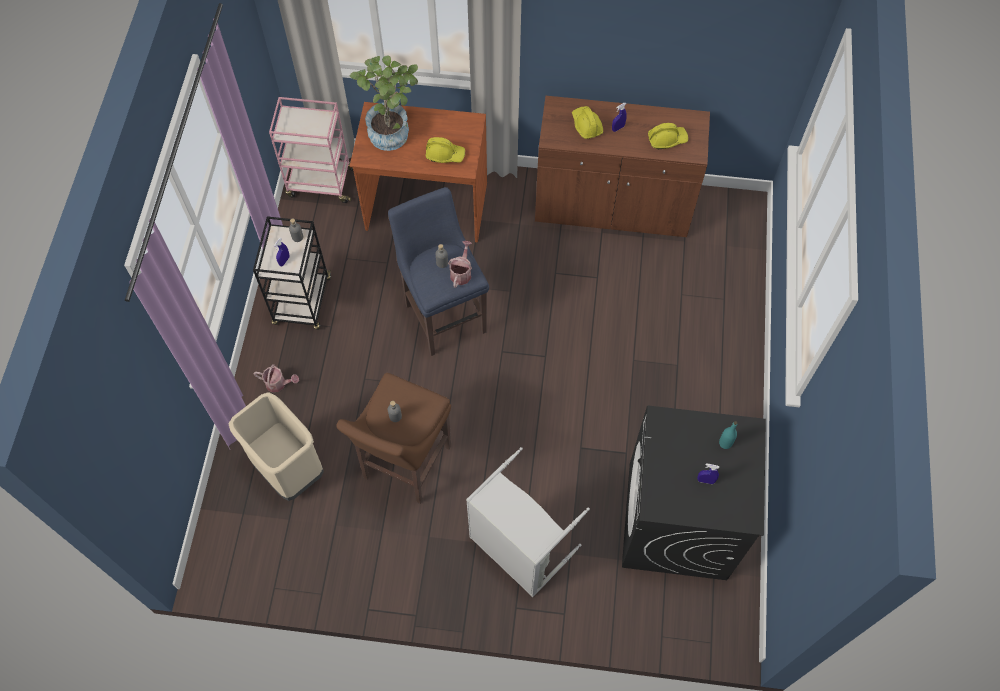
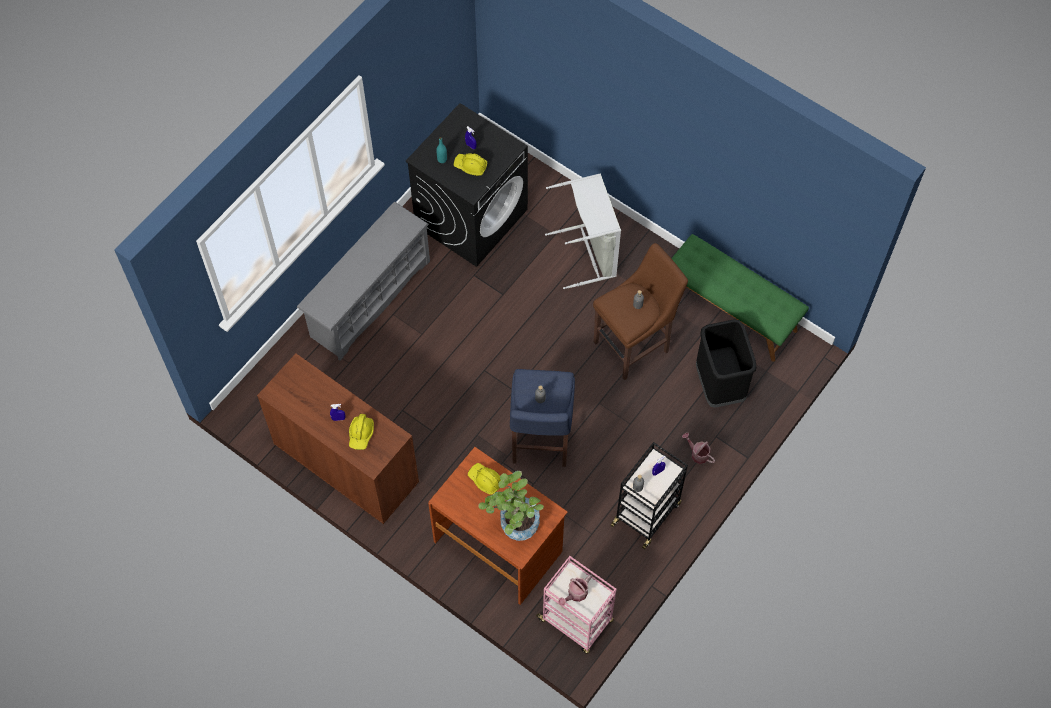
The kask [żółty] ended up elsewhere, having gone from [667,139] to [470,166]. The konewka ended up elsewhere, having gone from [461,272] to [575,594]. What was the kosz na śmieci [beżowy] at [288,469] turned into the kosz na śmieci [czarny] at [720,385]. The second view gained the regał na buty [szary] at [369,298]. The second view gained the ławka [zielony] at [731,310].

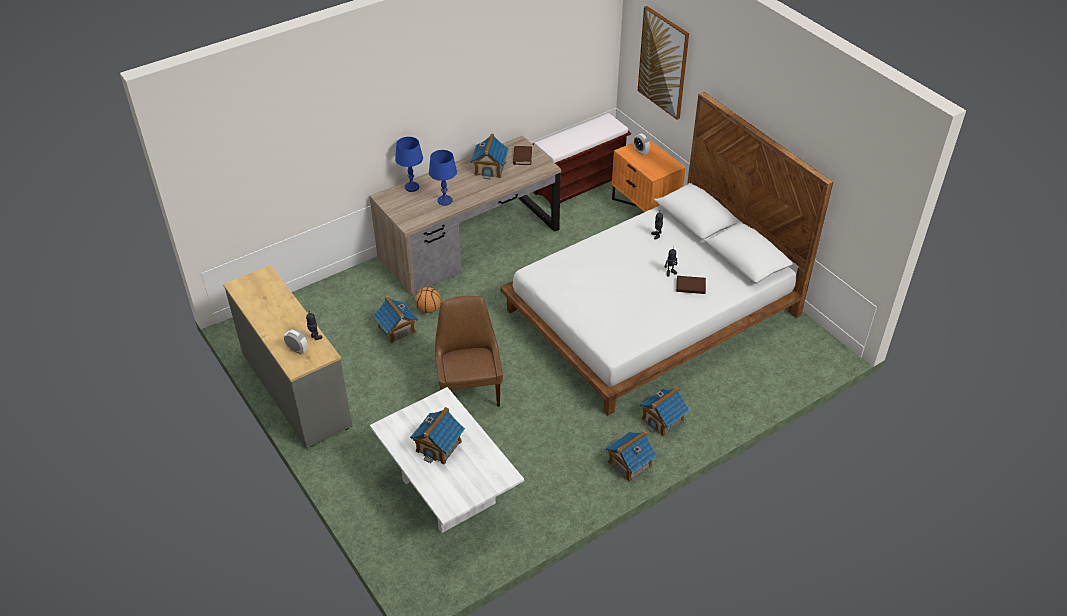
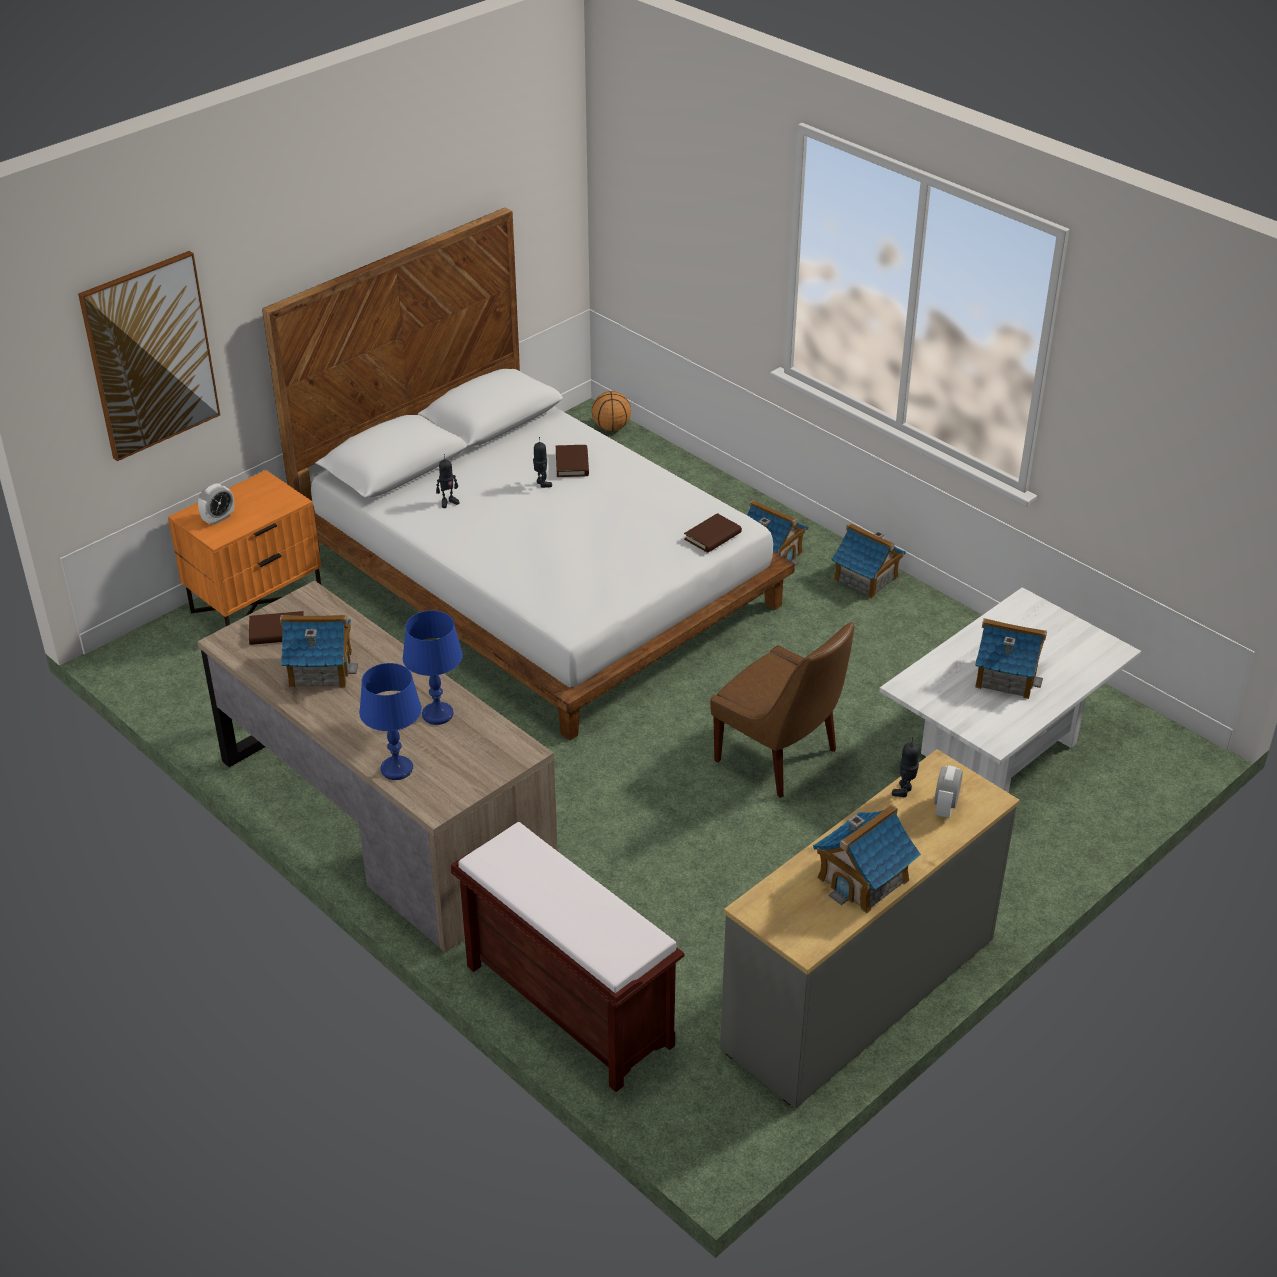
The ławka [brązowy] ended up elsewhere, having gone from [579,185] to [566,1004]. The piłka do koszykówki ended up elsewhere, having gone from [428,309] to [612,427]. The domek ended up elsewhere, having gone from [396,330] to [863,879]. The krzesło [brązowy] at [470,390] ended up facing another way, 120 degrees counterclockwise from before. The second view gained the książka [brązowy] at [712,536].

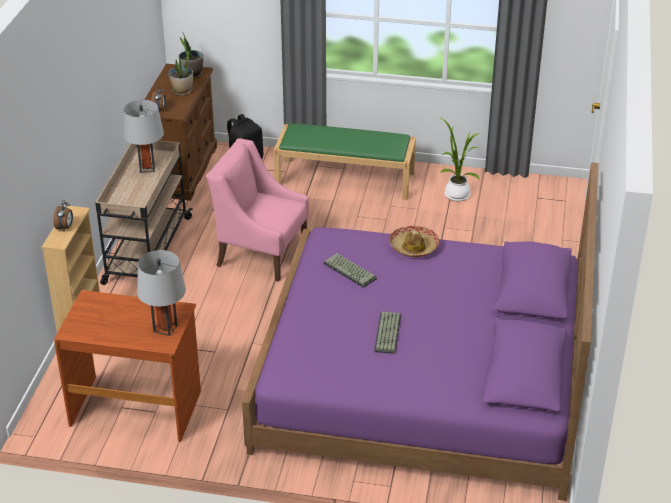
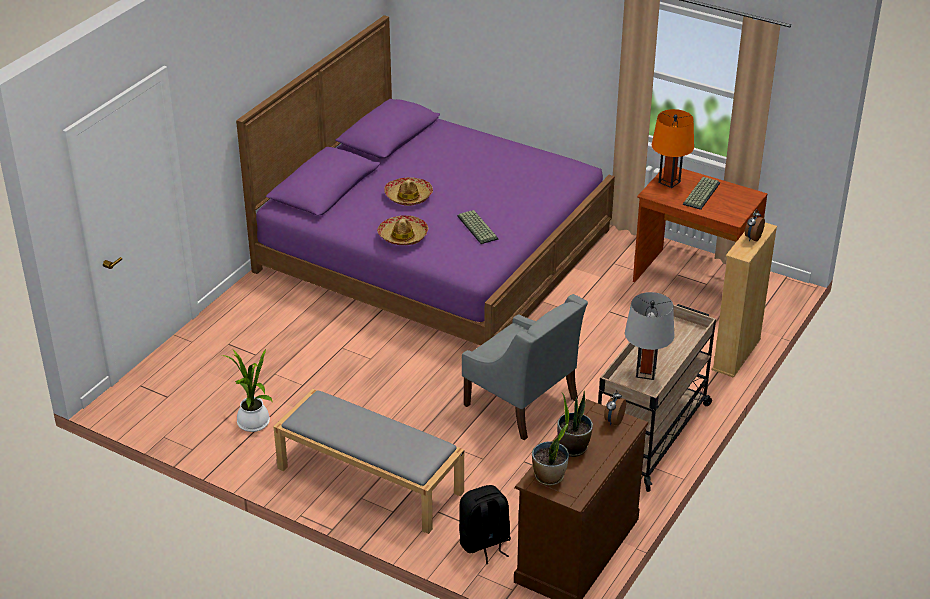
What was the ławka [zielony] at [346,179] turned into the ławka [szary] at [368,480]. What was the fotel [różowy] at [261,252] turned into the fotel [szary] at [521,402]. What was the lampa stołowa [szary] at [165,328] turned into the lampa stołowa [pomarańczowy] at [669,182]. The klawiatura ended up elsewhere, having gone from [388,334] to [700,193]. The second view gained the kapelusz at [408,196].

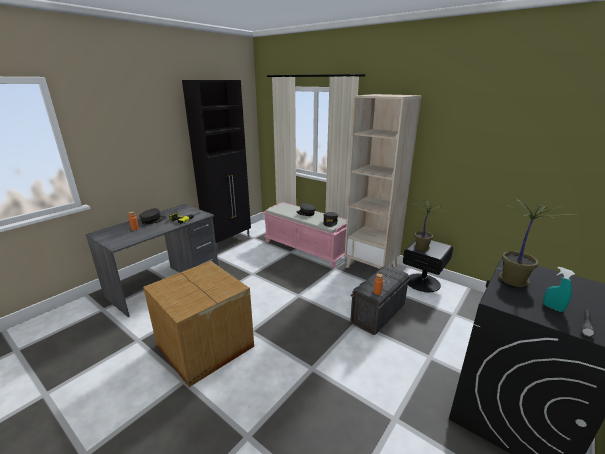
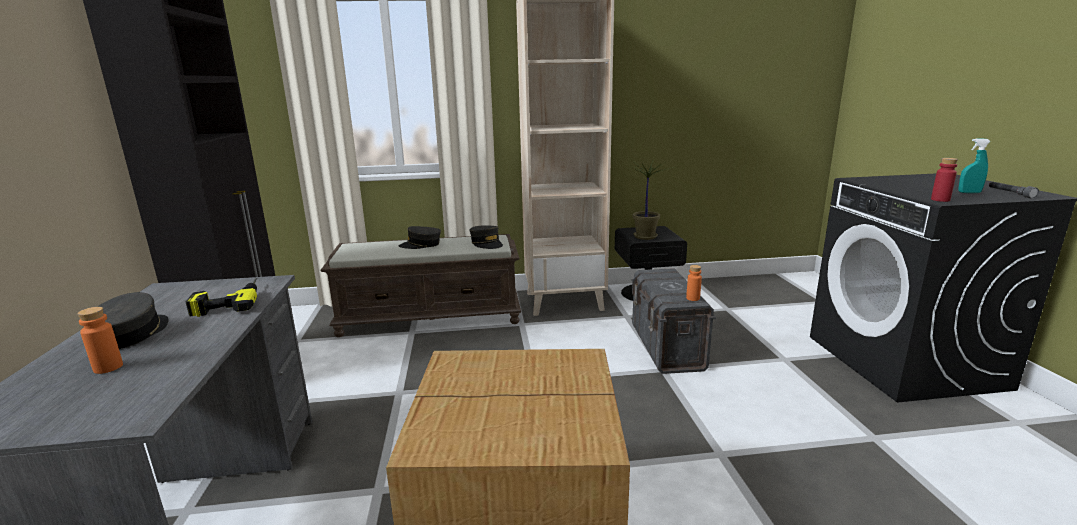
The second view lost the roślina doniczkowa at [513,280]. What was the ławka [różowy] at [306,248] turned into the ławka [brązowy] at [431,317]. The second view gained the butelka [czerwony] at [940,200].

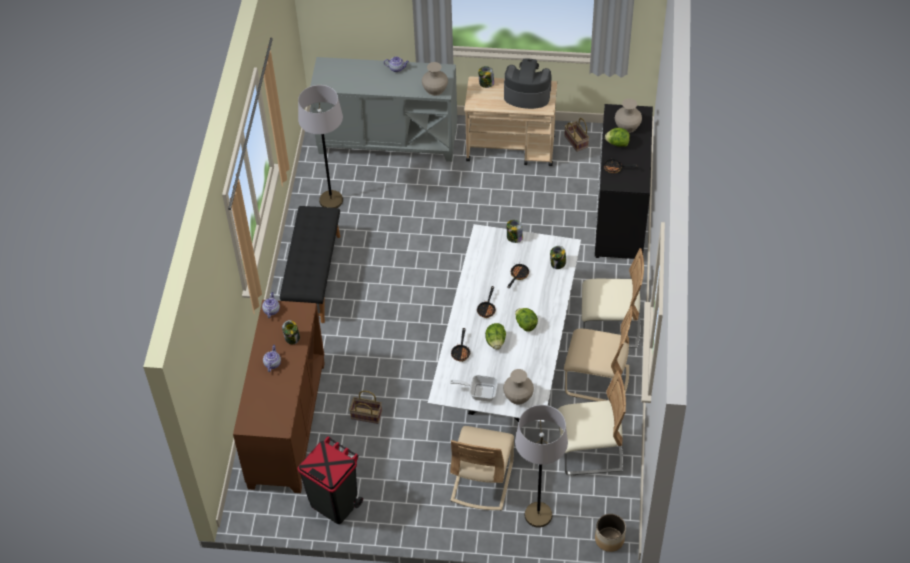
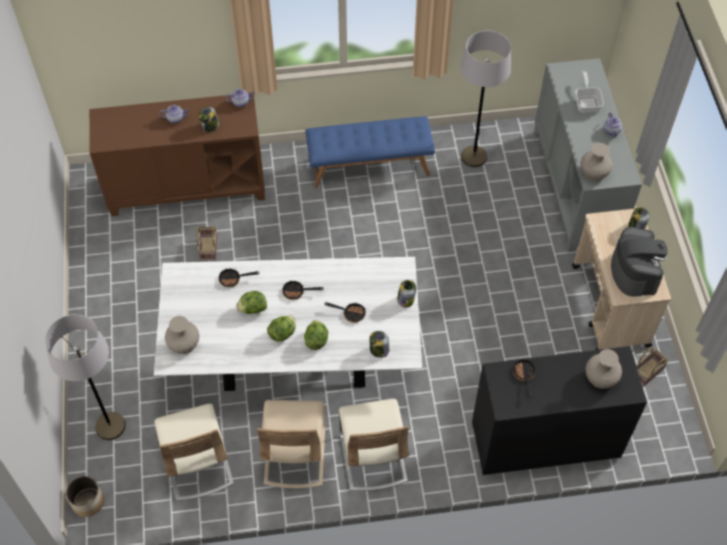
The sałata ended up elsewhere, having gone from [617,143] to [316,340]. What was the ławka [czarny] at [313,277] turned into the ławka [niebieski] at [369,166]. The patelnia ended up elsewhere, having gone from [479,392] to [587,102]. The second view lost the krzesło [beżowy] at [482,481]. The second view lost the kosz na śmieci [czarny] at [334,503].

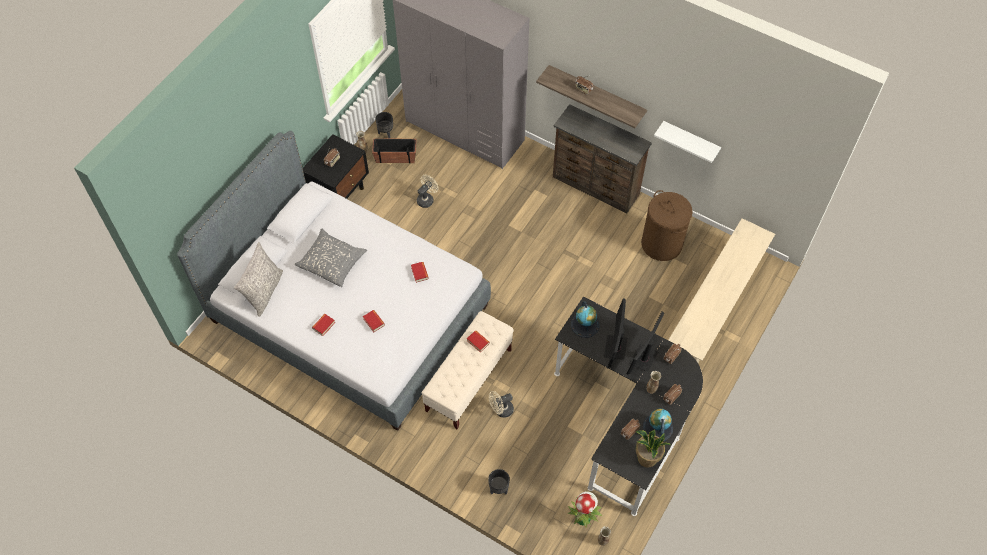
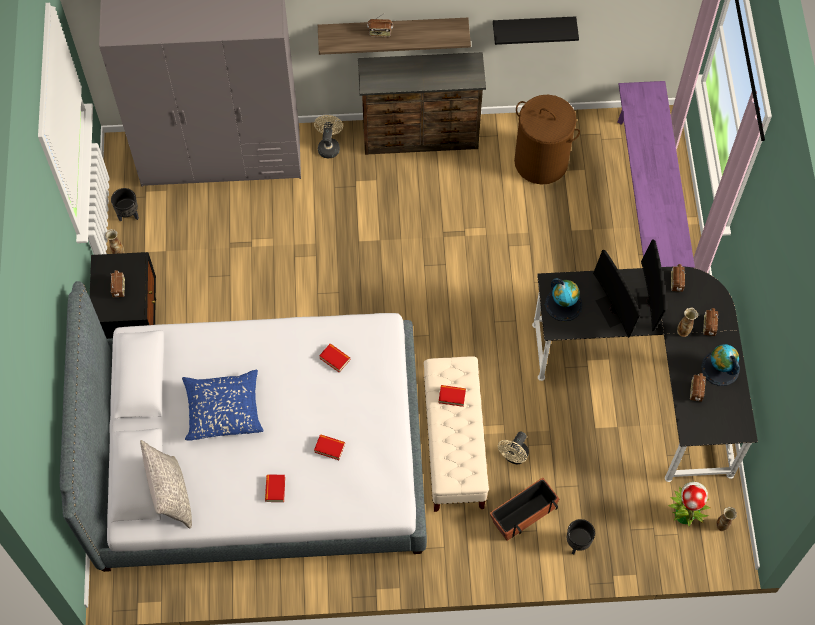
What was the półka [biały] at [690,141] turned into the półka [czarny] at [533,27]. The donica ended up elsewhere, having gone from [395,156] to [523,515]. The wentylator [beżowy] ended up elsewhere, having gone from [427,199] to [329,146]. What was the ławka [beżowy] at [715,308] turned into the ławka [fioletowy] at [648,200]. What was the poduszka [szary] at [332,262] turned into the poduszka [niebieski] at [223,409]. The second view lost the roślina doniczkowa at [647,458].

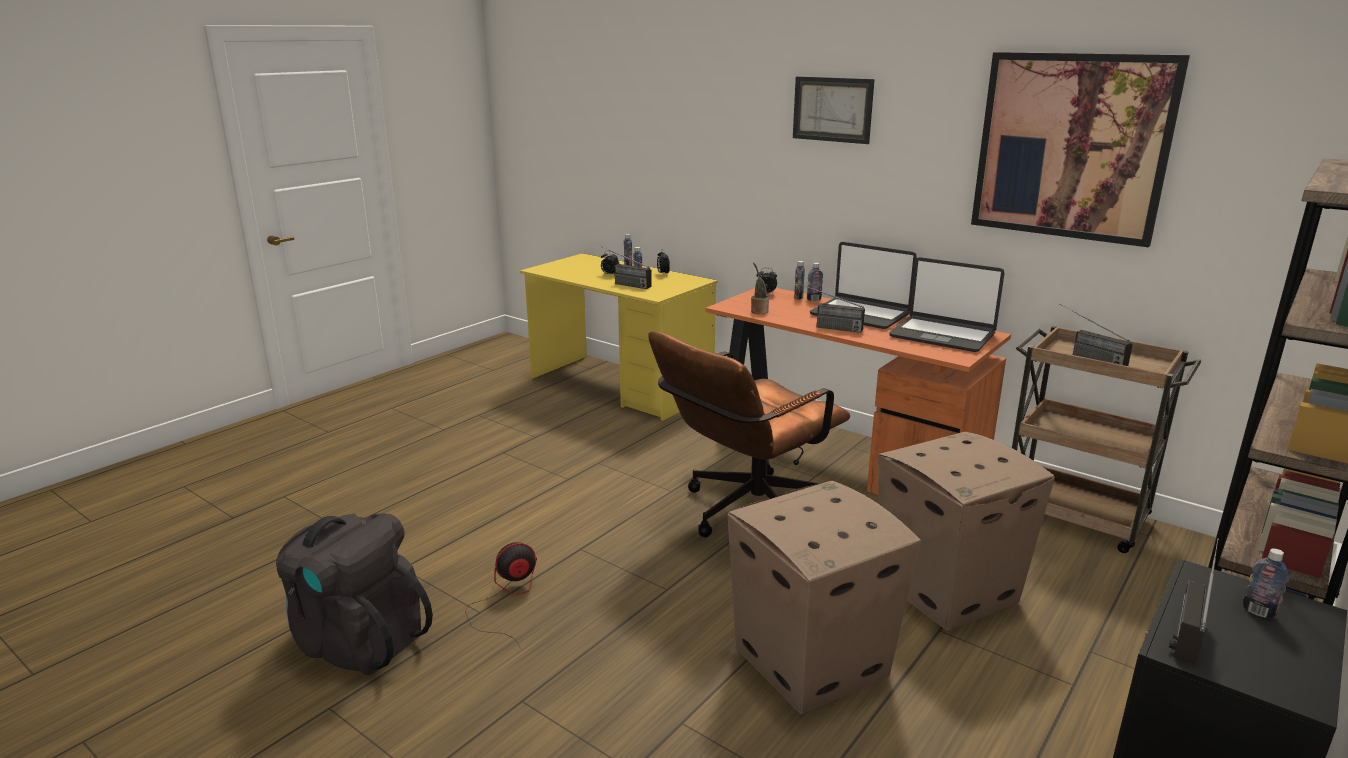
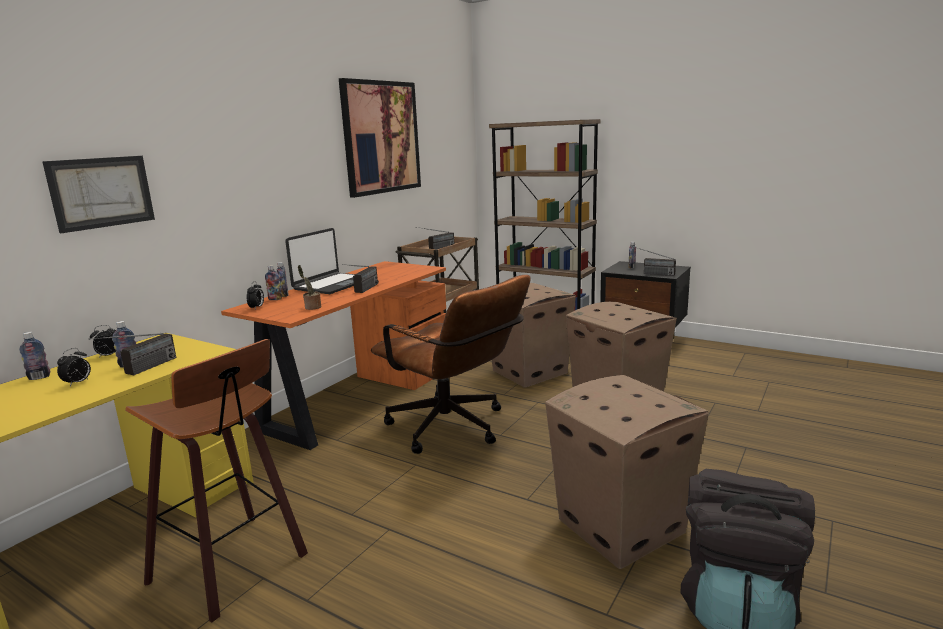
The obraz ended up elsewhere, having gone from [832,109] to [101,192]. The second view lost the laptop at [942,335]. Where the wentylator stood at [507,598], the karton came to stand at [619,525]. The second view gained the stołek at [235,567].

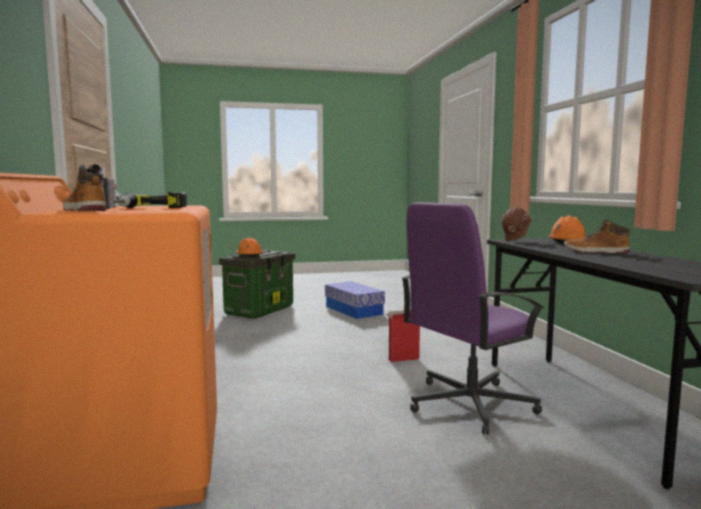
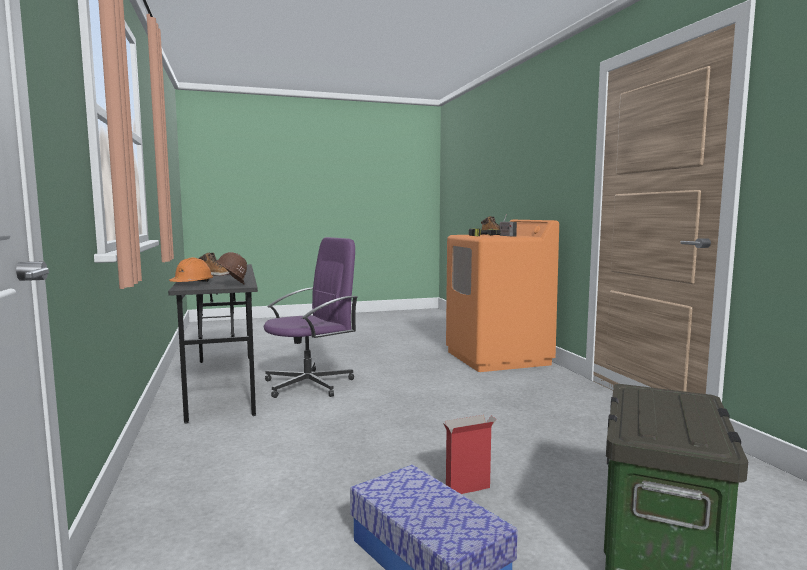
The second view lost the kask [pomarańczowy] at [248,255]. The karton ended up elsewhere, having gone from [403,359] to [468,489].

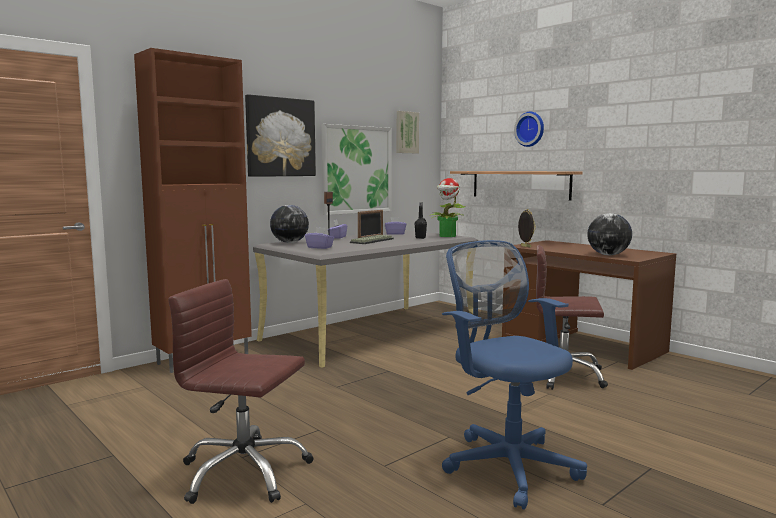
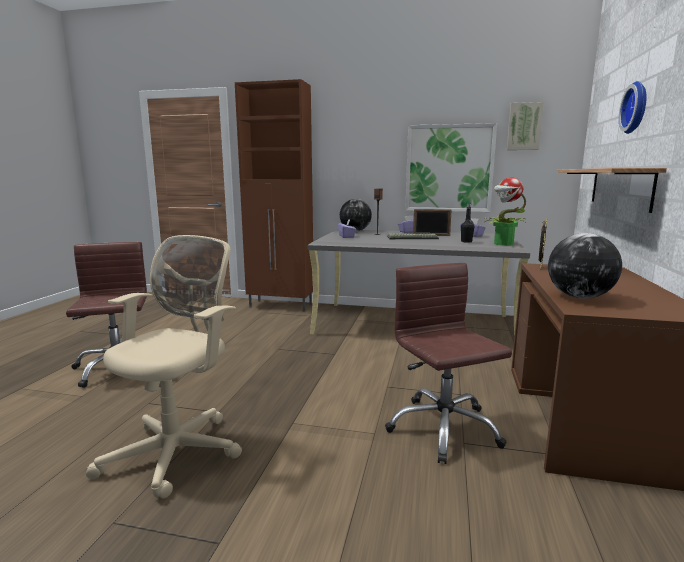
The second view lost the obraz at [280,137]. What was the krzesło biurowe [niebieski] at [507,464] turned into the krzesło biurowe [beżowy] at [178,450].

